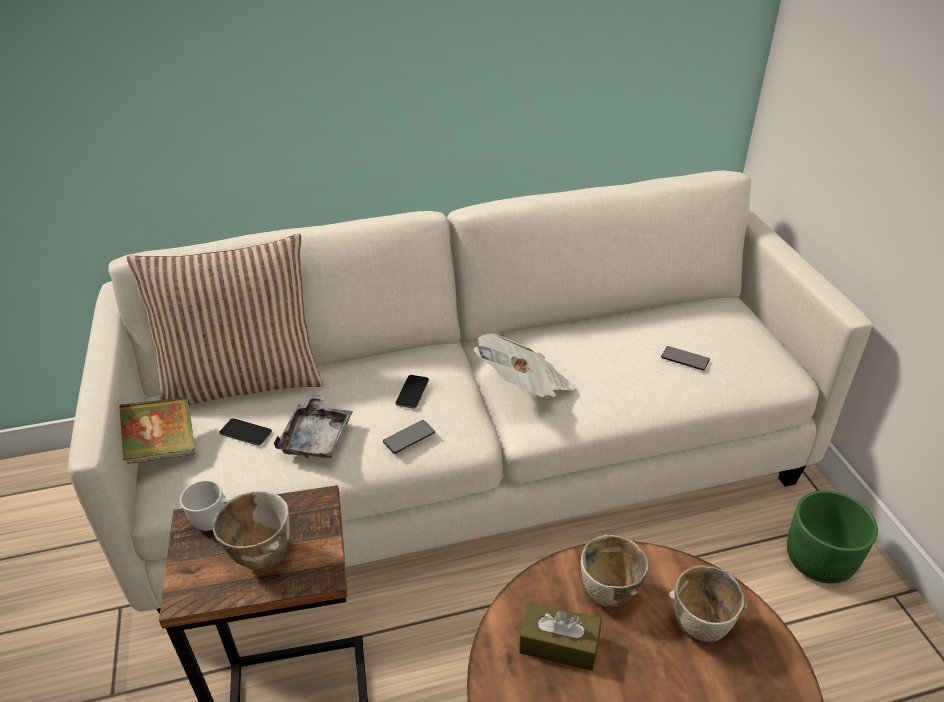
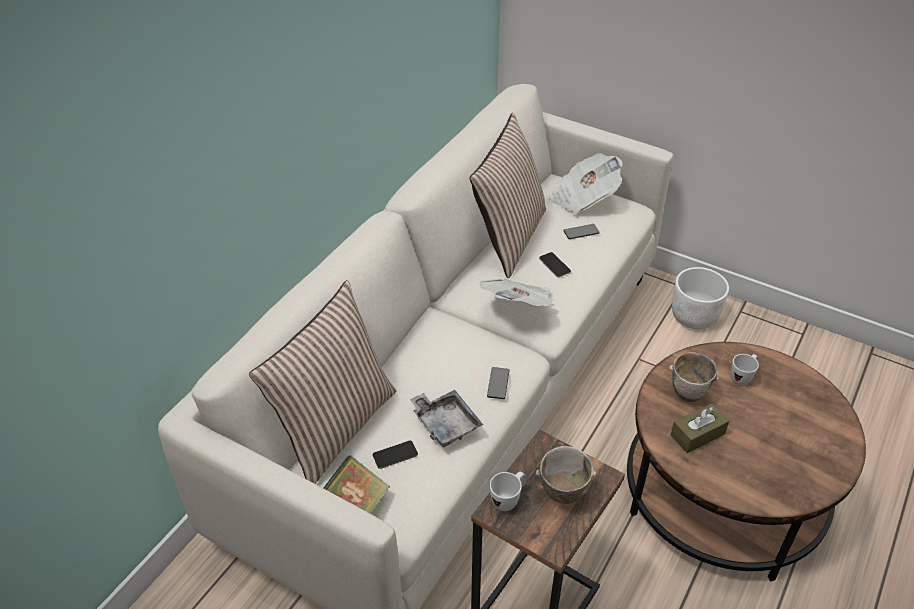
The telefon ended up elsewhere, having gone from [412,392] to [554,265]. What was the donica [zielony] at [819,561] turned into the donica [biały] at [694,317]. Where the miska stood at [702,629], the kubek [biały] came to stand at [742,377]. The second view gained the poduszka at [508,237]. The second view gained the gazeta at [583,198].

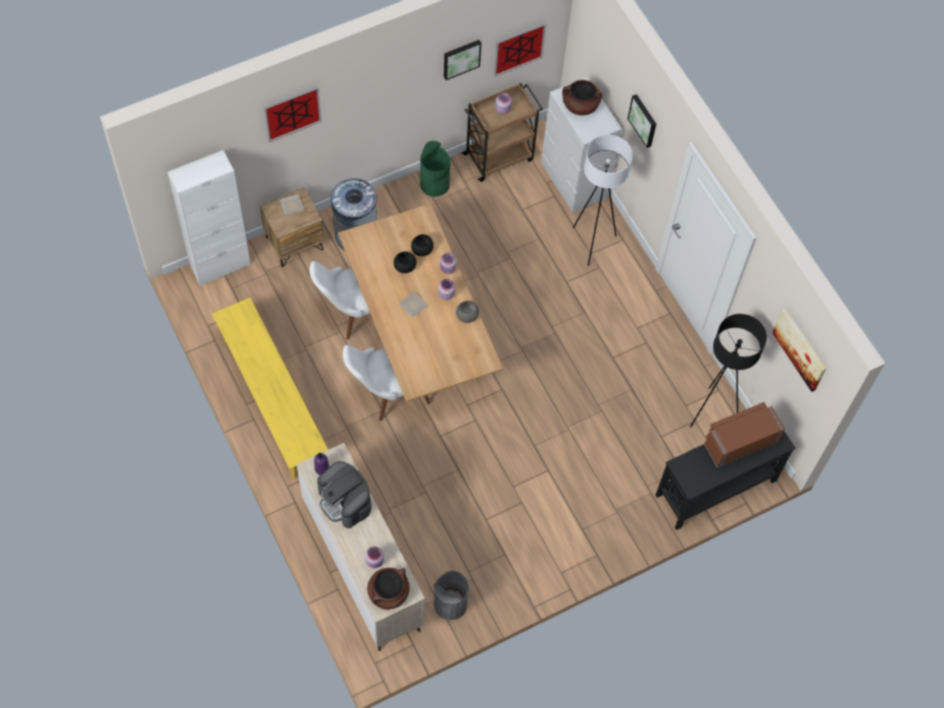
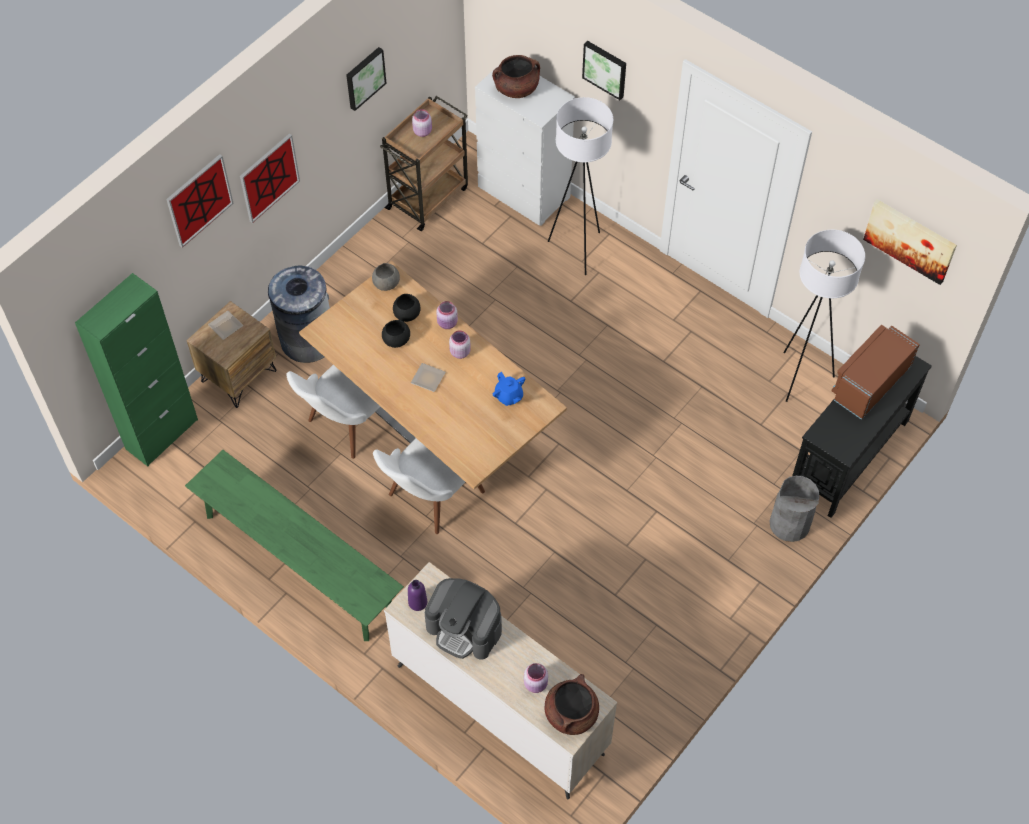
The obraz ended up elsewhere, having gone from [519,48] to [269,177]. The second view lost the kosz na śmieci [zielony] at [434,184]. What was the szafka [biały] at [220,265] turned into the szafka [zielony] at [162,434]. What was the ławka [żółty] at [272,401] turned into the ławka [zielony] at [299,563]. The miska [szary] ended up elsewhere, having gone from [466,315] to [386,283]. What was the lampa stojąca [czarny] at [711,412] turned into the lampa stojąca [biały] at [800,377]. The kosz na śmieci [szary] ended up elsewhere, having gone from [450,603] to [789,523]. The second view gained the imbryk [niebieski] at [509,396].

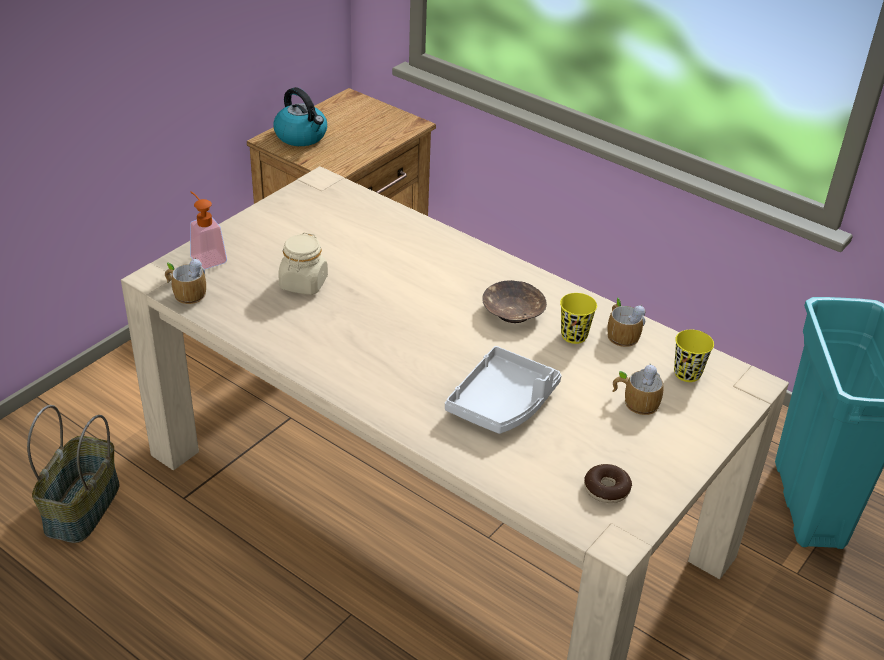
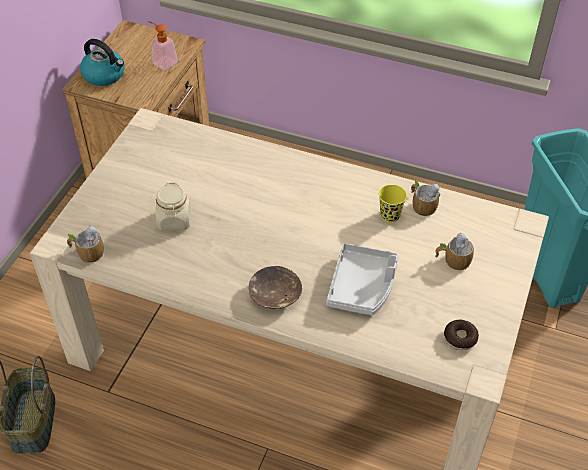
The dozownik mydła ended up elsewhere, having gone from [206,256] to [162,61]. The miska [brązowy] ended up elsewhere, having gone from [512,312] to [275,295]. The second view lost the filiżanka [żółty] at [687,373].

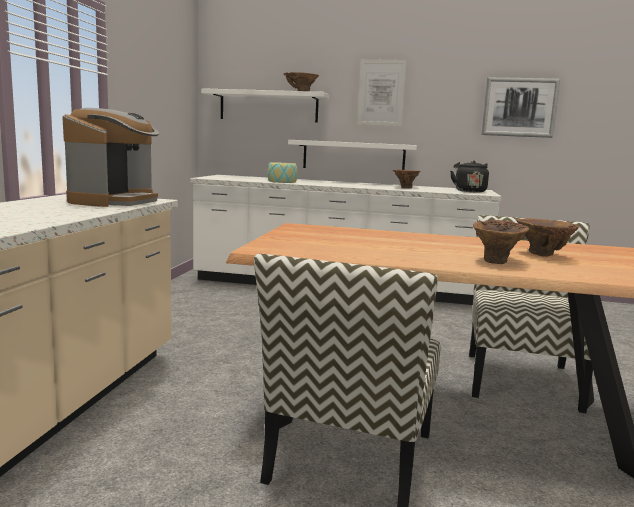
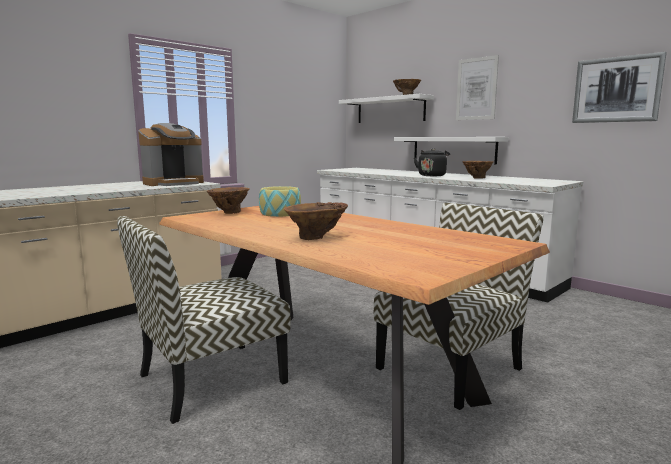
The czajnik [czarny] ended up elsewhere, having gone from [469,191] to [432,175]. The miska ended up elsewhere, having gone from [282,181] to [280,213]. The wazon [brązowy] ended up elsewhere, having gone from [542,255] to [228,213].

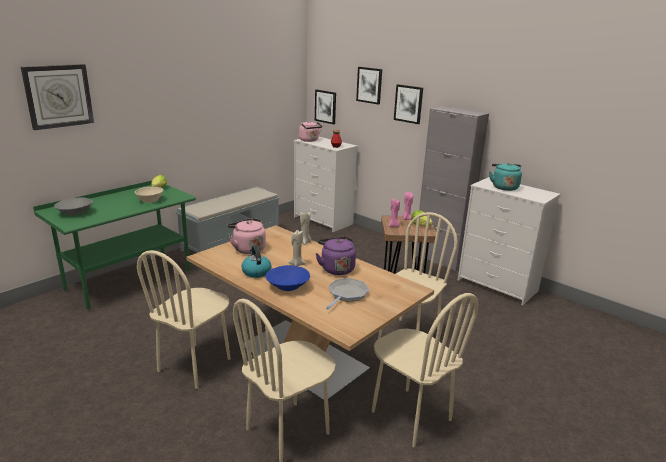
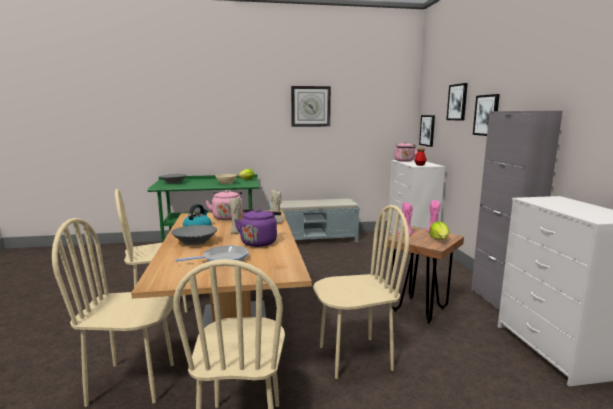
The zegar ścienny ended up elsewhere, having gone from [58,96] to [310,106]. The second view lost the czajnik [turkusowy] at [504,187]. What was the miska [niebieski] at [287,286] turned into the miska [szary] at [195,242].

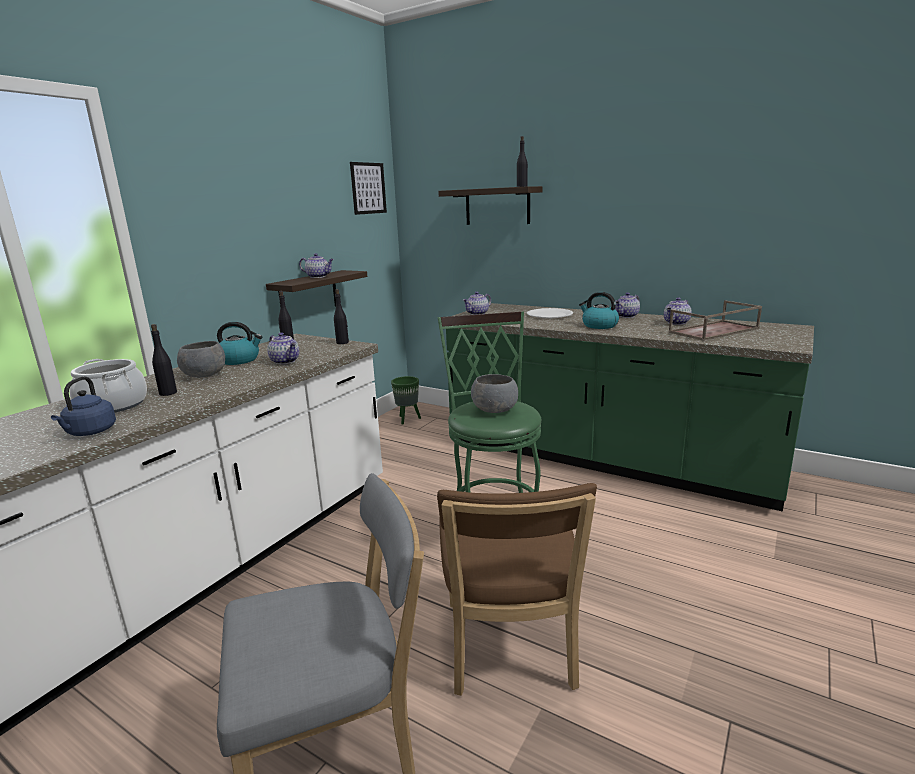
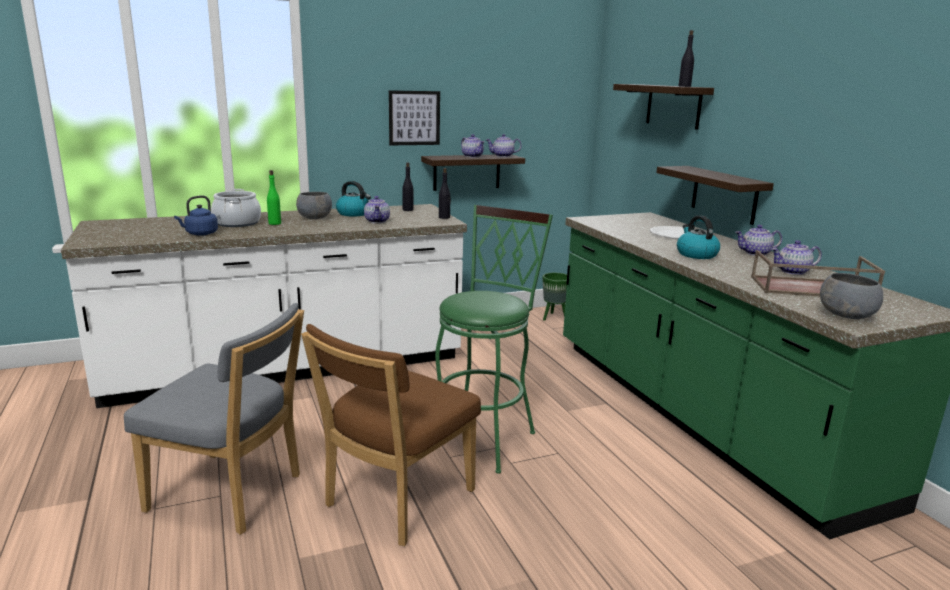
The obraz ended up elsewhere, having gone from [368,188] to [414,118]. The imbryk ended up elsewhere, having gone from [477,314] to [502,156]. What was the butelka [czarny] at [168,393] turned into the butelka [zielony] at [274,223]. The miska [szary] ended up elsewhere, having gone from [496,410] to [847,316]. The second view gained the półka at [724,194].

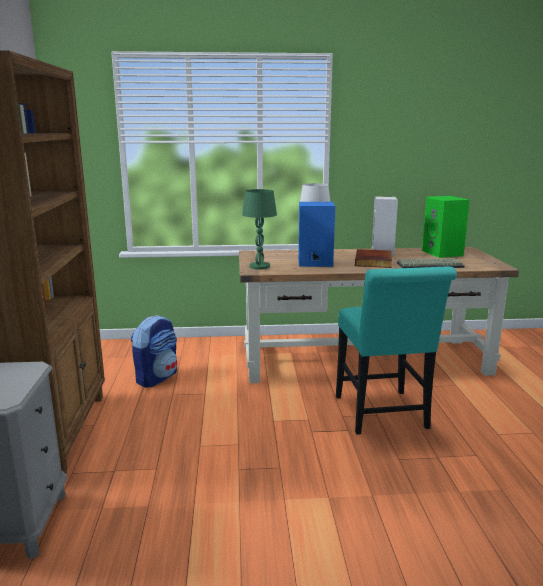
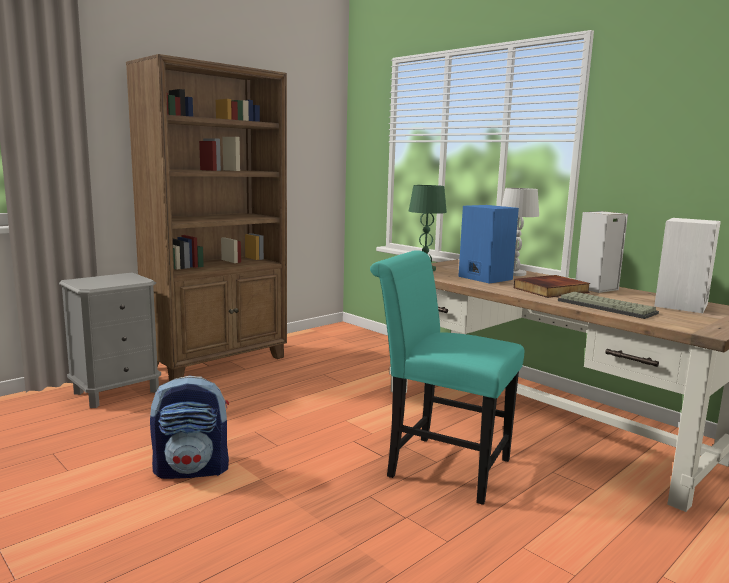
What was the głośnik [zielony] at [443,253] turned into the głośnik [biały] at [682,305]. The krzesło [turkusowy] at [383,416] ended up facing another way, 75 degrees clockwise from before. The plecak ended up elsewhere, having gone from [157,377] to [192,469].

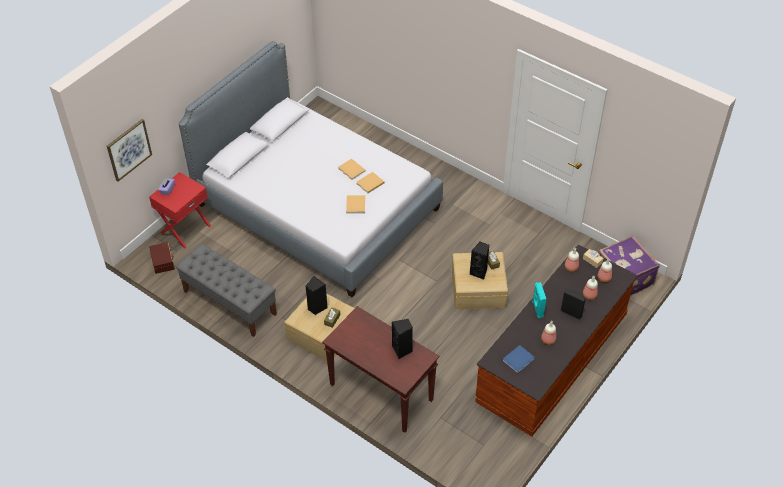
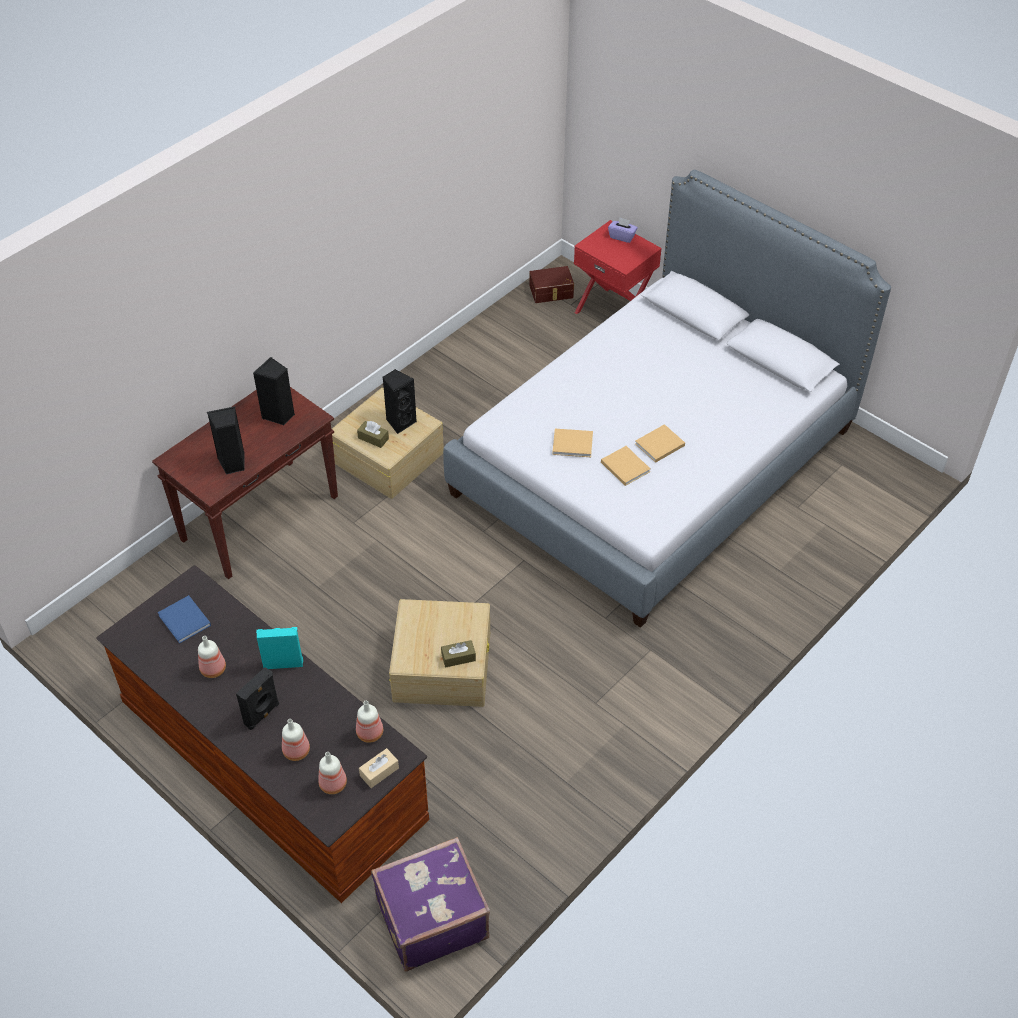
The second view lost the obraz at [129,149]. The głośnik [czarny] ended up elsewhere, having gone from [479,272] to [279,415]. The second view lost the ławka [szary] at [229,302].

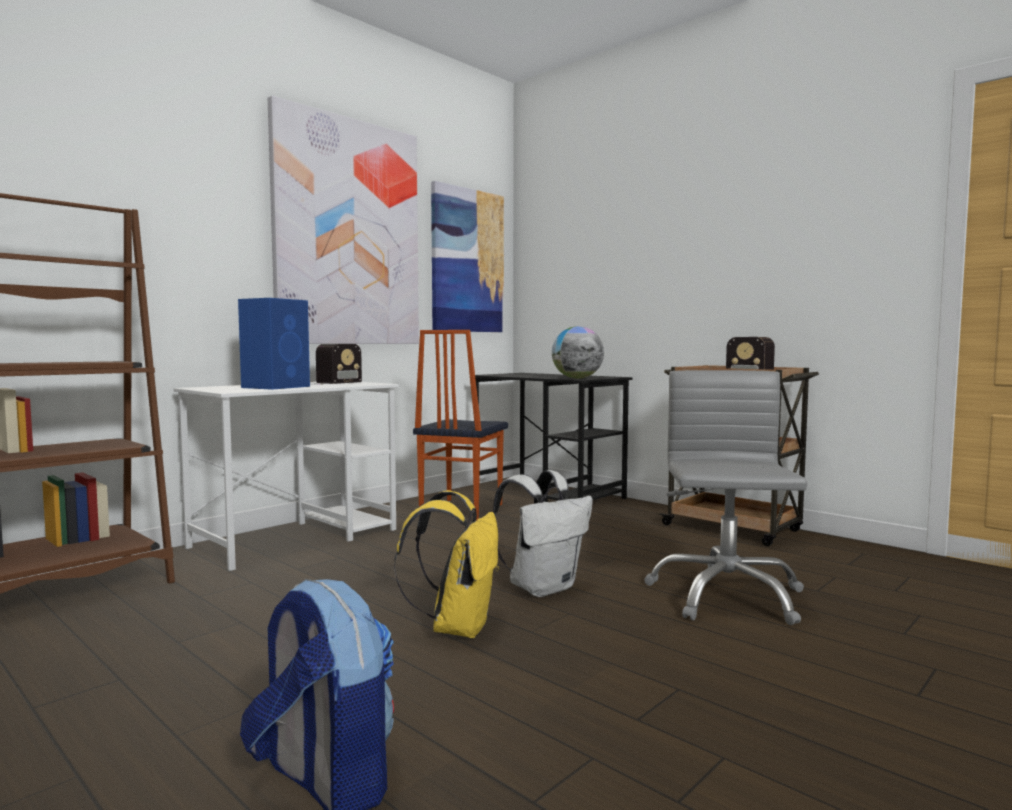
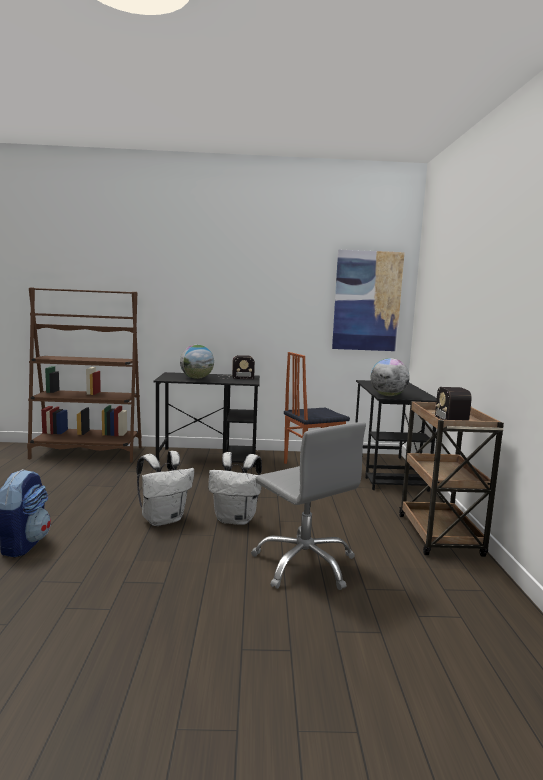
The second view lost the obraz at [348,233]. Where the głośnik [niebieski] stood at [277,387], the globus came to stand at [196,378]. The krzesło biurowe [szary] at [725,595] ended up facing another way, 90 degrees clockwise from before. What was the biurko [biały] at [297,538] turned into the biurko [czarny] at [209,457]. What was the plecak [żółty] at [457,627] turned into the plecak [biały] at [163,519].

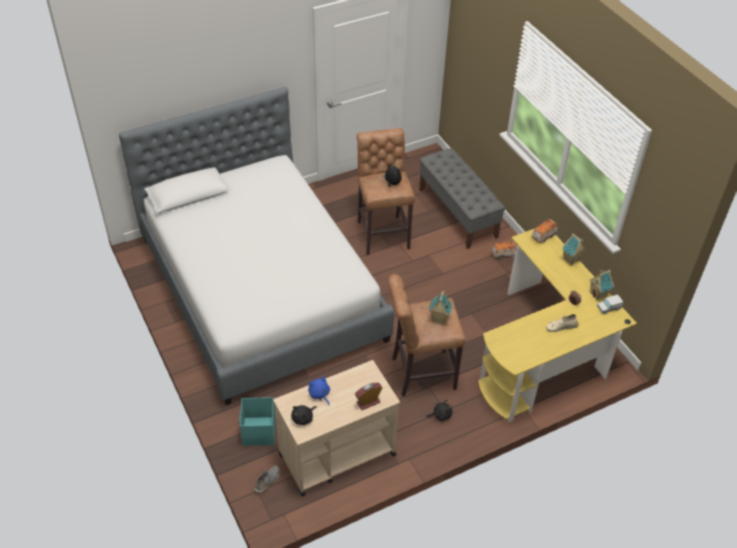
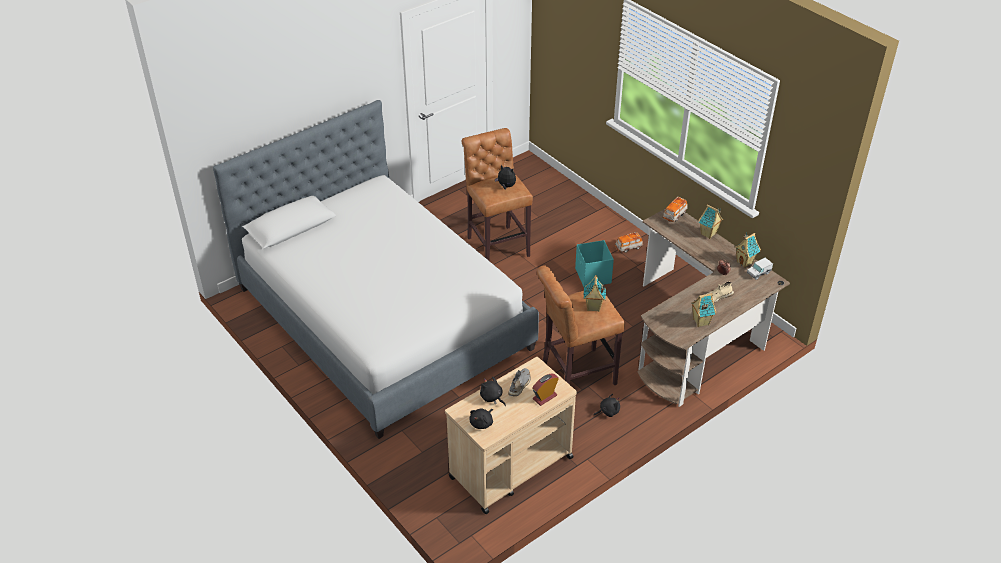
The second view lost the ławka [szary] at [458,213]. What was the biurko [żółty] at [545,354] turned into the biurko [brązowy] at [697,337]. What was the pluszak [niebieski] at [319,394] turned into the pluszak [czarny] at [492,397]. The pojemnik do przechowywania [turkusowy] ended up elsewhere, having gone from [258,432] to [593,276]. The but [szary] ended up elsewhere, having gone from [268,481] to [520,385]. The second view gained the domek at [700,322].

